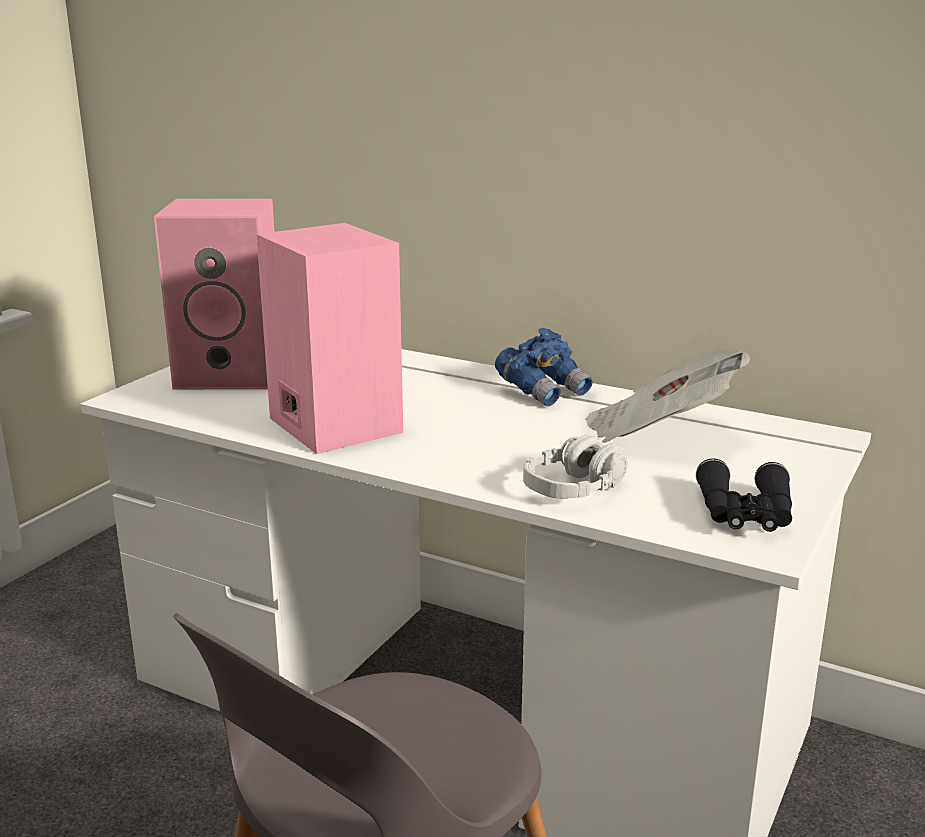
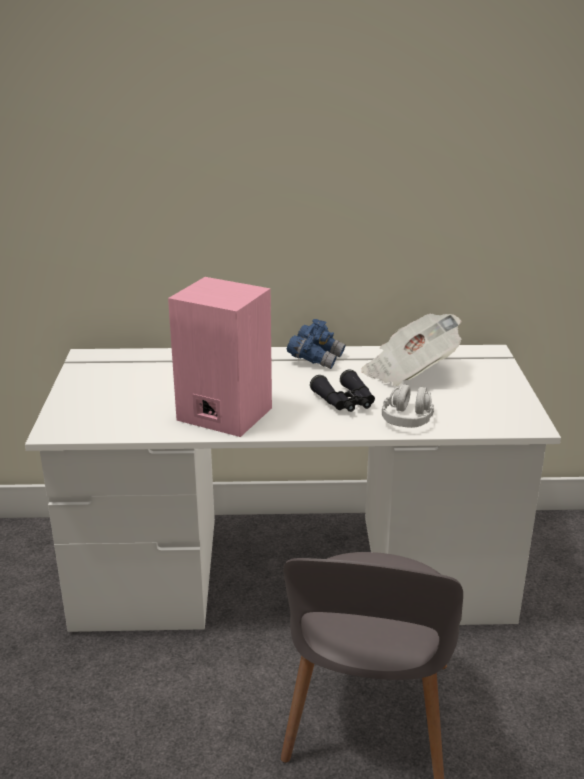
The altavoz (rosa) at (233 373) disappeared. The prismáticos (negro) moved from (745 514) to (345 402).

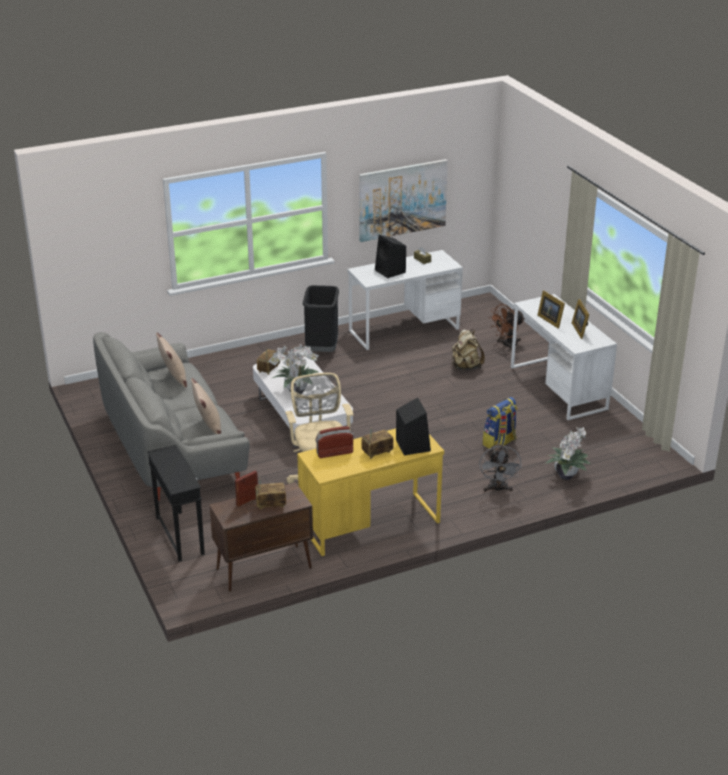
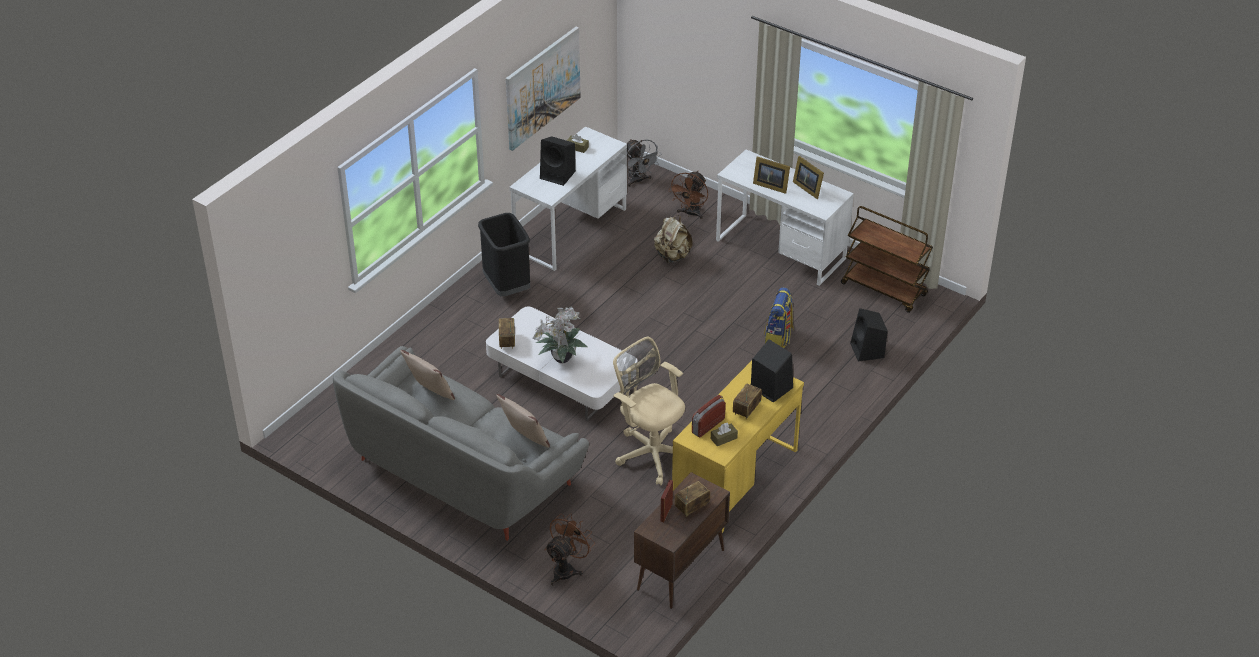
The planta en maceta at (567 476) was replaced by the altavoz (negro) at (867 351). The ventilador (gris) moved from (497 489) to (638 181). The mesa auxiliar (negro) at (180 535) was replaced by the ventilador (marrón) at (567 569). The carrito (marrón) at (884 289) appeared. The caja de pañuelos (marrón) at (723 438) appeared.

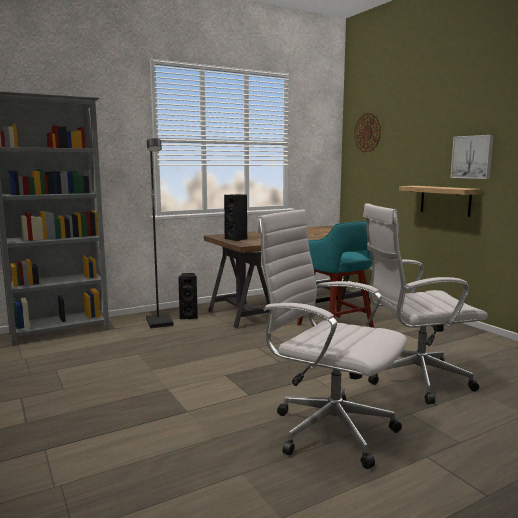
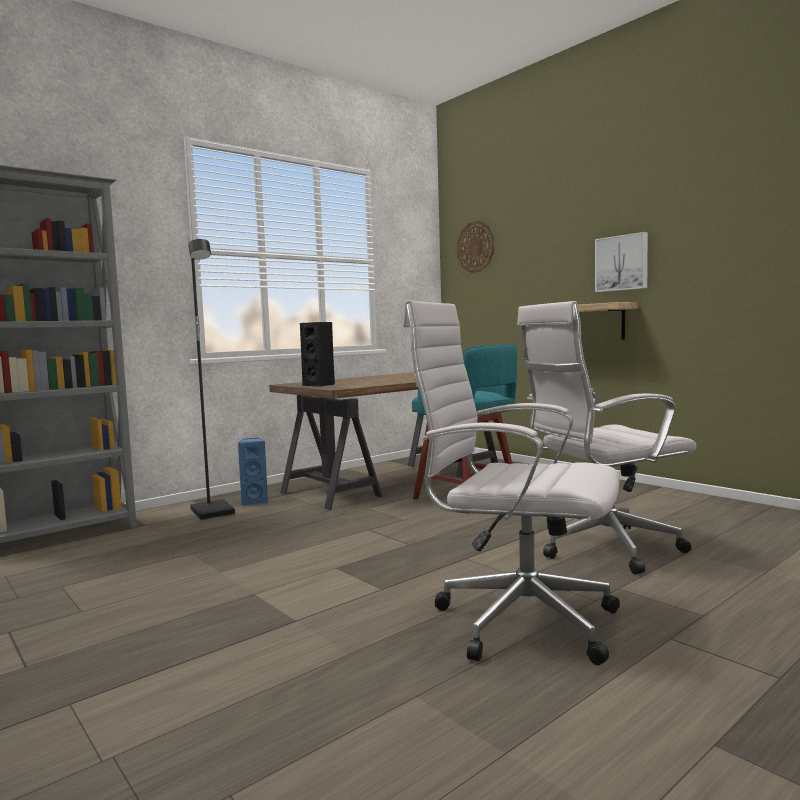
The altavoz (negro) at (189 316) became the altavoz (azul) at (254 501).

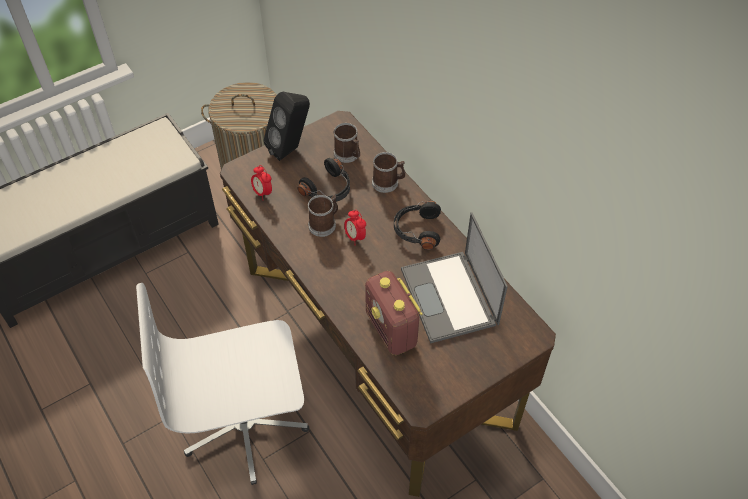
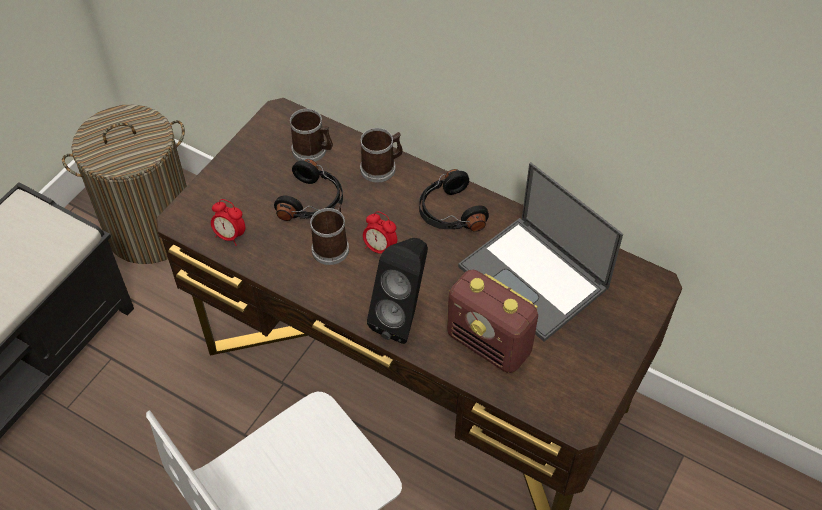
The altavoz (negro) moved from (291 148) to (402 317).

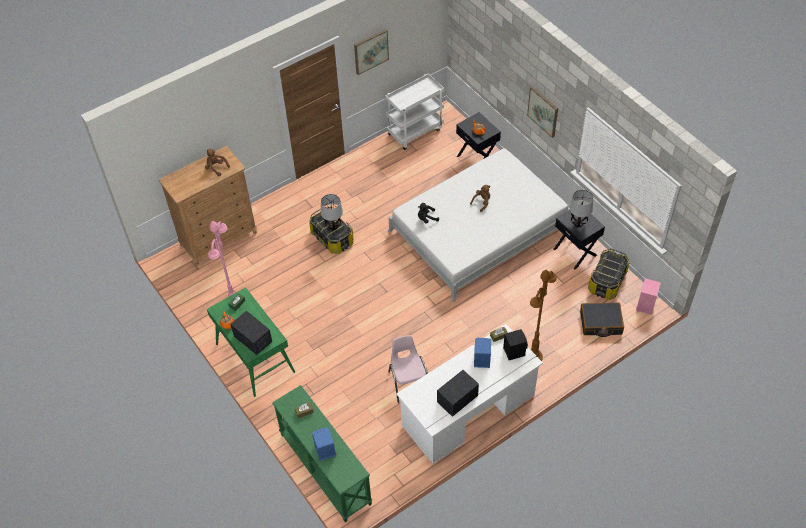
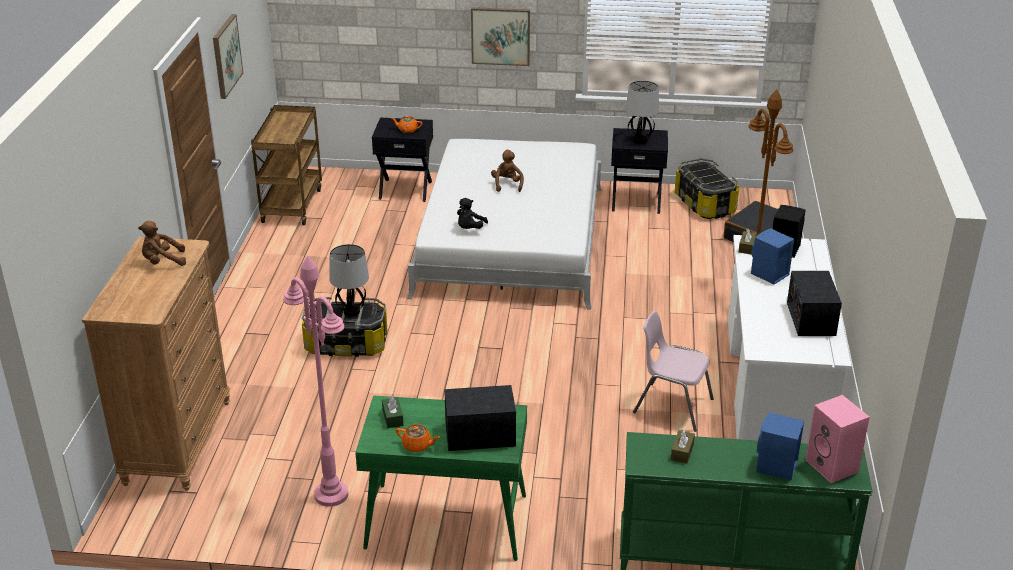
The carrito (blanco) at (415 131) became the carrito (marrón) at (291 205). The altavoz (rosa) moved from (646 306) to (833 466).

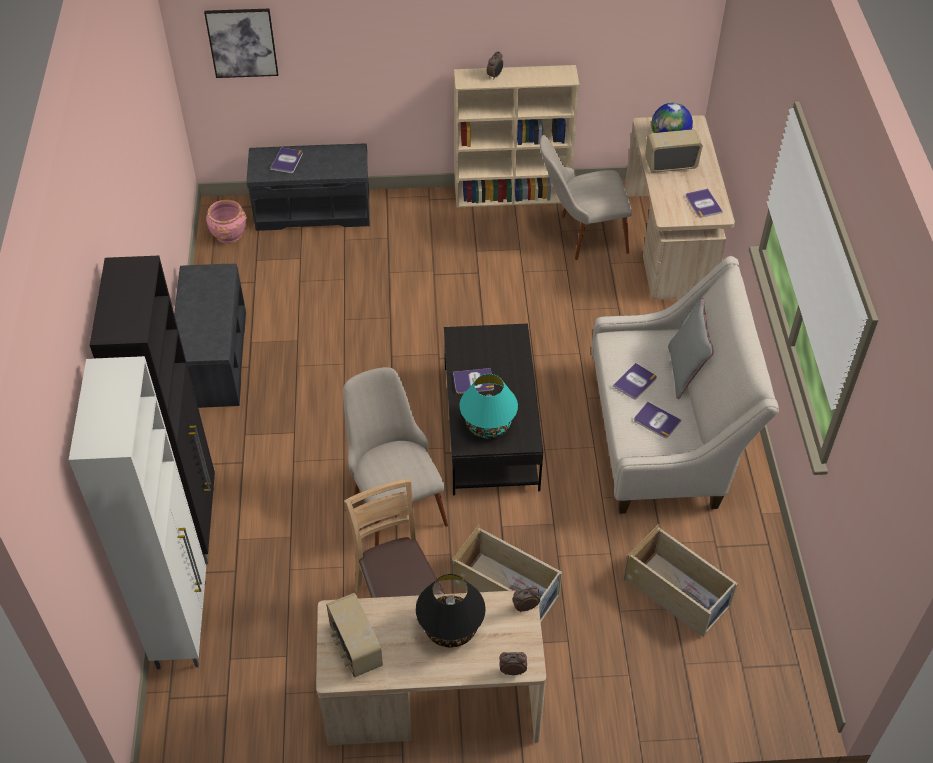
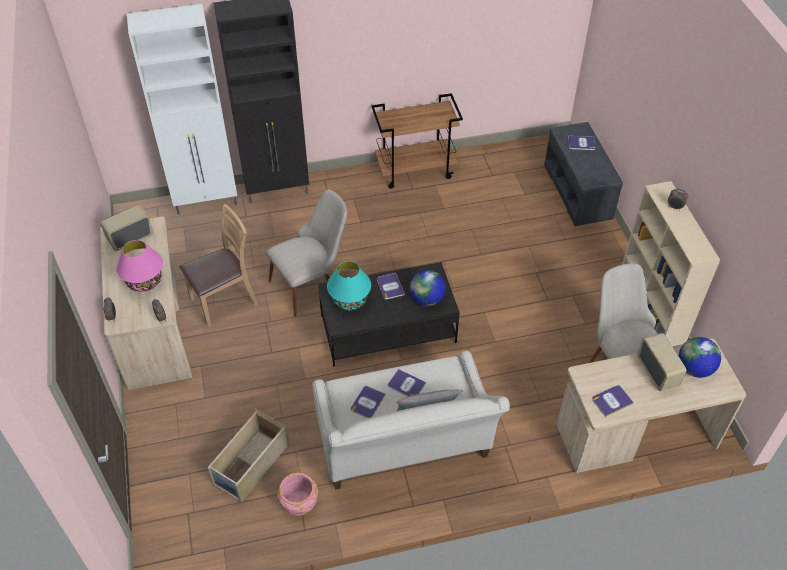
The cuadro at (242 42) disappeared. The maceta (rosa) moved from (229 235) to (299 503). The banco (gris) at (213 358) was replaced by the carrito (marrón) at (415 170). The caja de almacenaje (beis) at (507 590) disappeared. The lámpara de mesa (negro) at (451 628) became the lámpara de mesa (rosa) at (144 281). The globo terráqueo at (427 299) appeared.

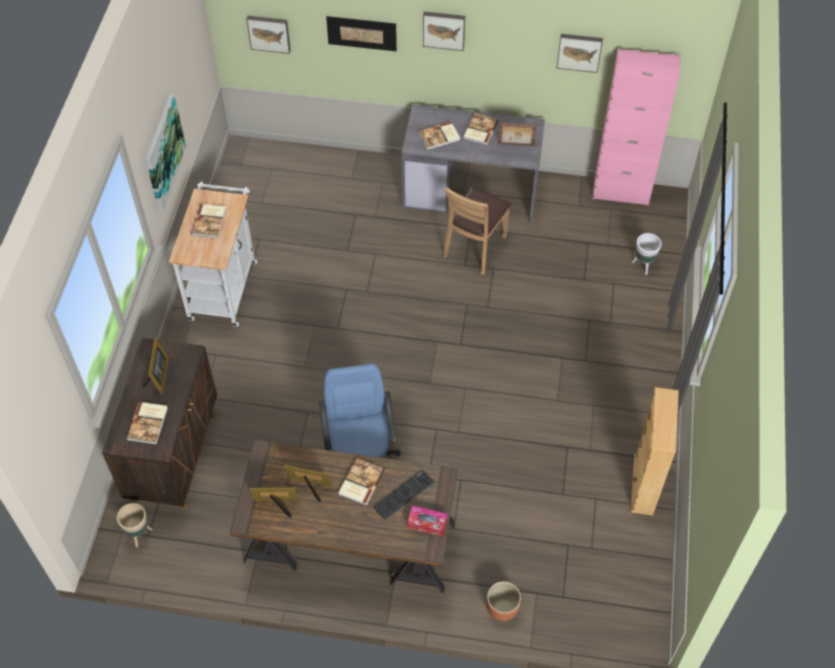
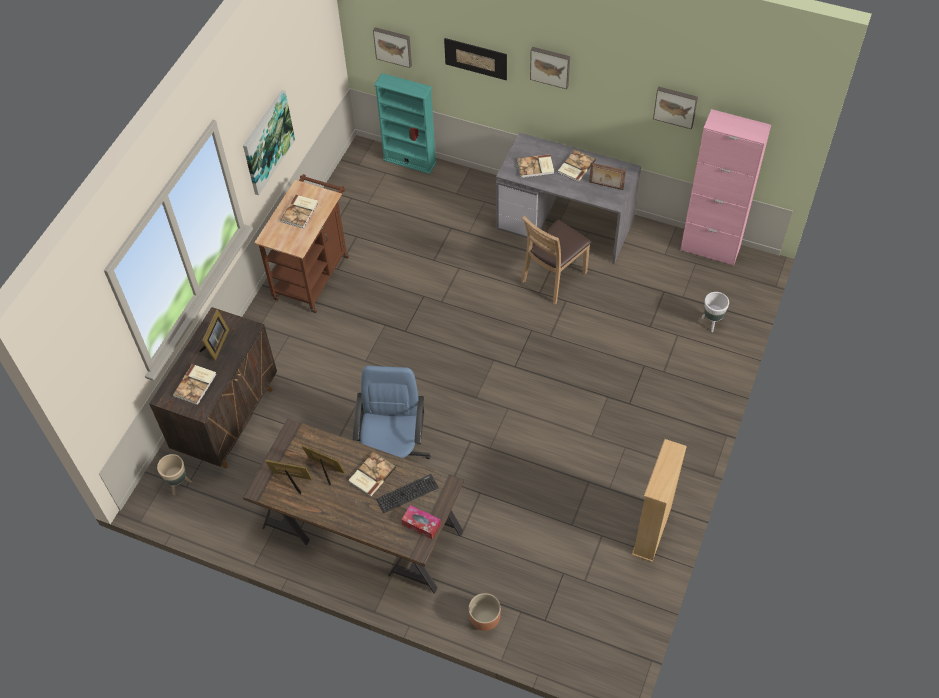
The carrito (blanco) at (224 286) became the carrito (marrón) at (313 273). The estantería (turquesa) at (409 161) appeared.

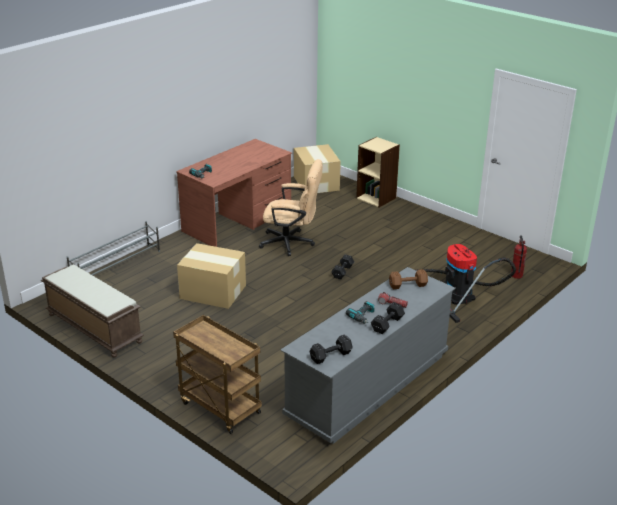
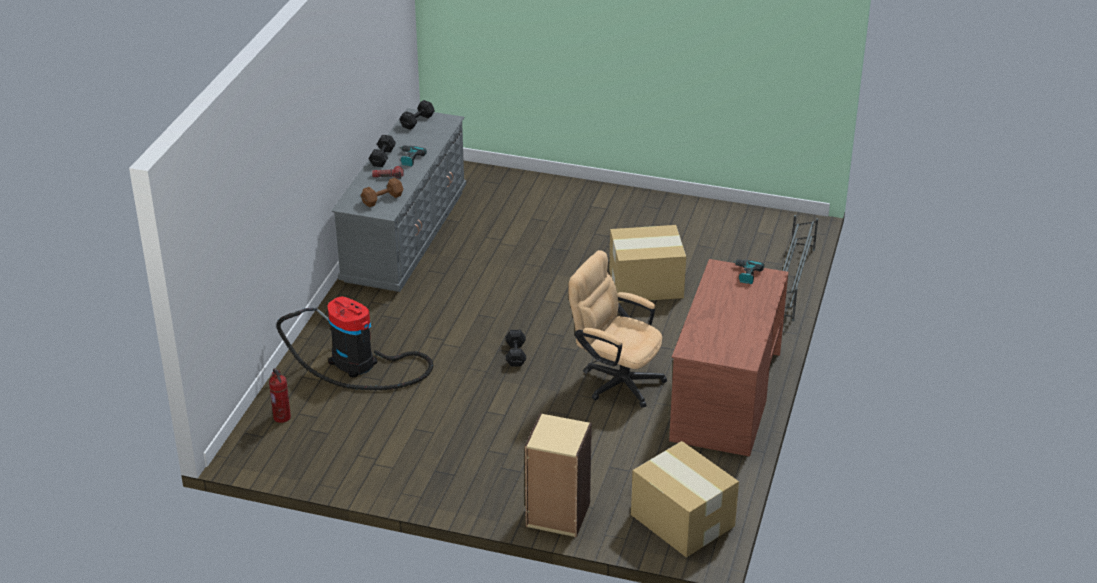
The silla de oficina (beis) at (292 243) turned 45 degrees clockwise. The banco (marrón) at (93 328) disappeared. The carrito (marrón) at (218 407) disappeared.

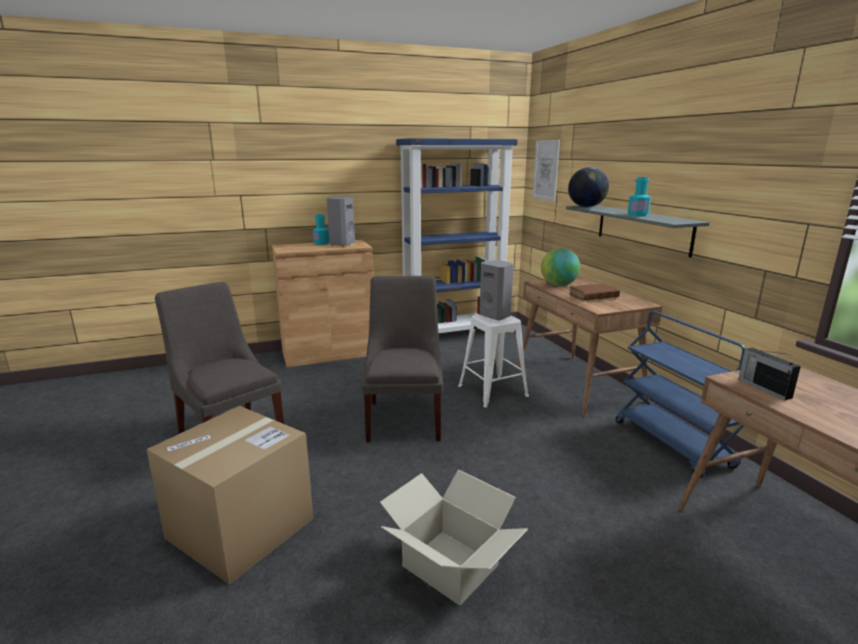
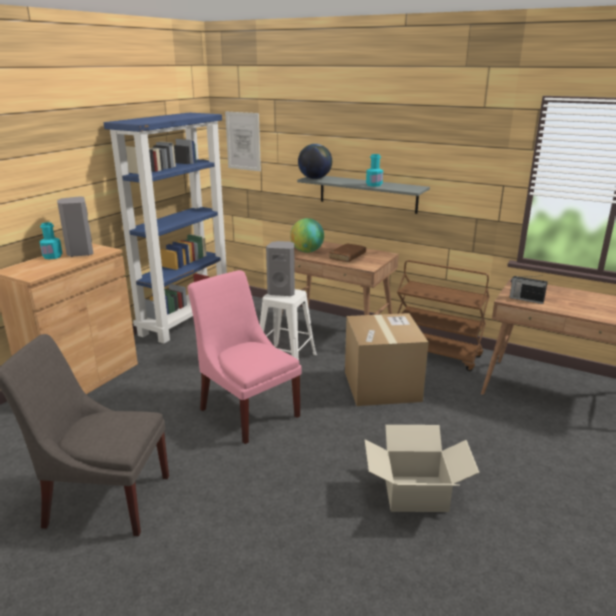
The silla (gris) at (405 417) became the silla (rosa) at (247 410). The carrito (azul) at (673 444) became the carrito (marrón) at (436 354). The caja de cartón moved from (240 528) to (382 386).

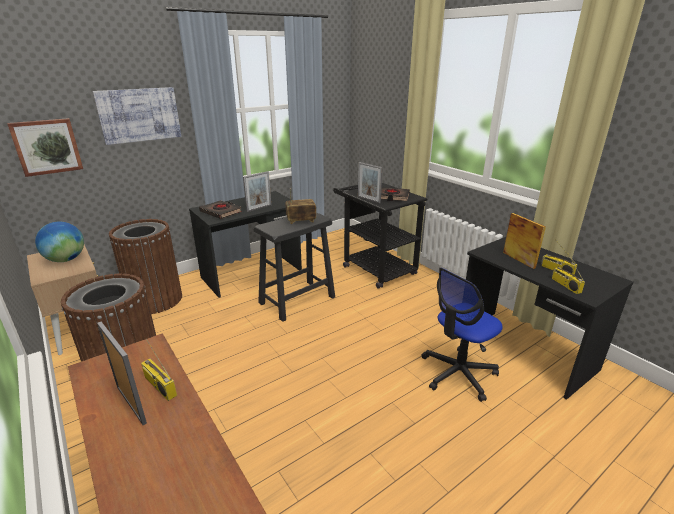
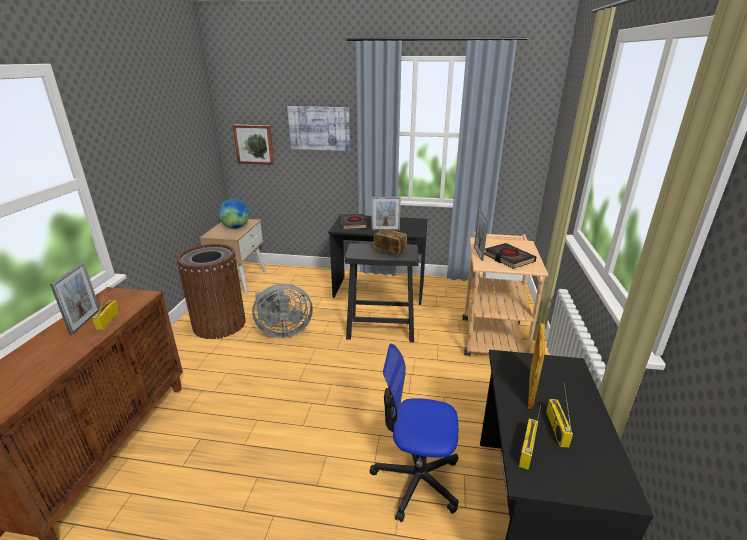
The carrito (negro) at (374 267) became the carrito (beis) at (492 334). The papelera (marrón) at (155 300) disappeared. The ventilador (gris) at (283 331) appeared.

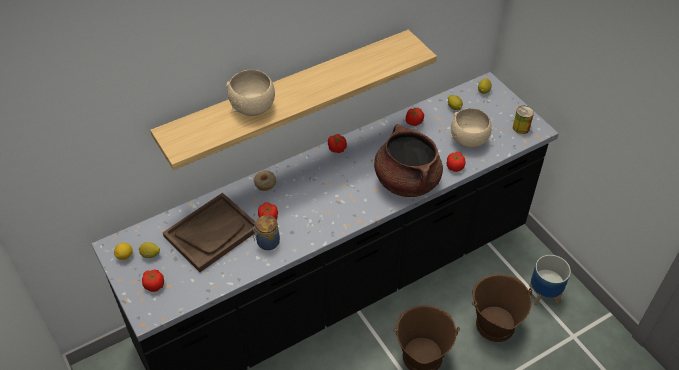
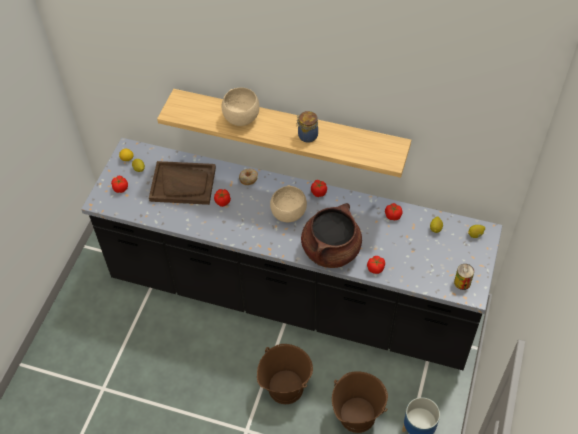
The cuenco (beis) moved from (469 140) to (288 214). The tarro moved from (267 242) to (307 135).

